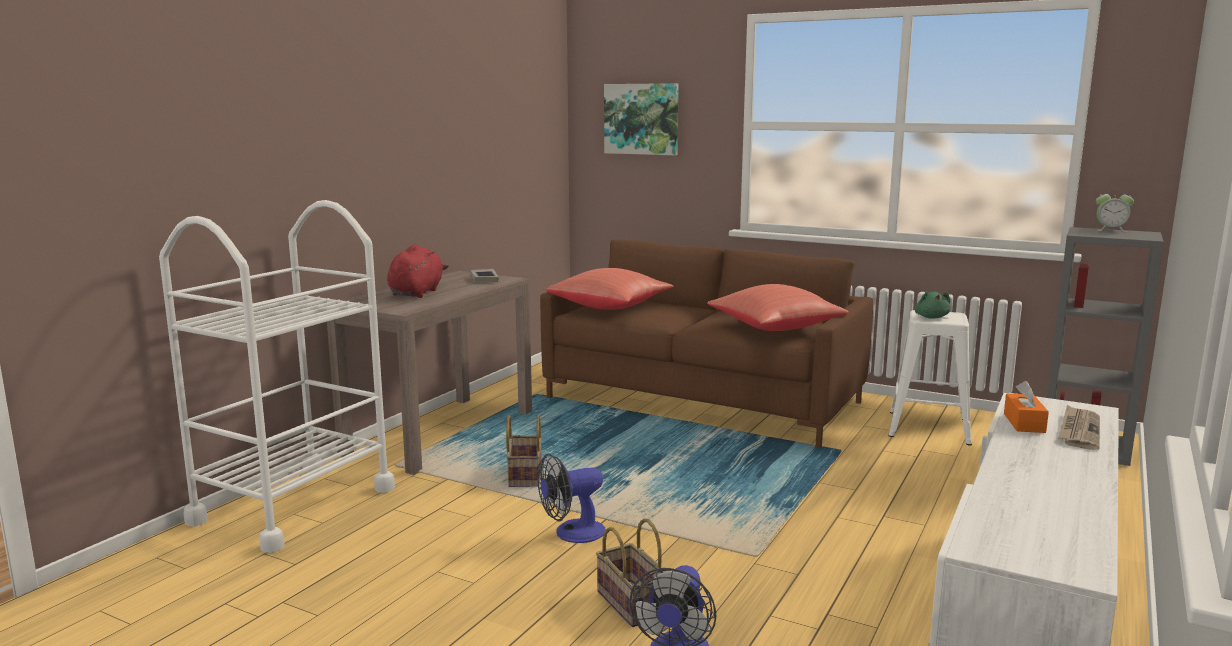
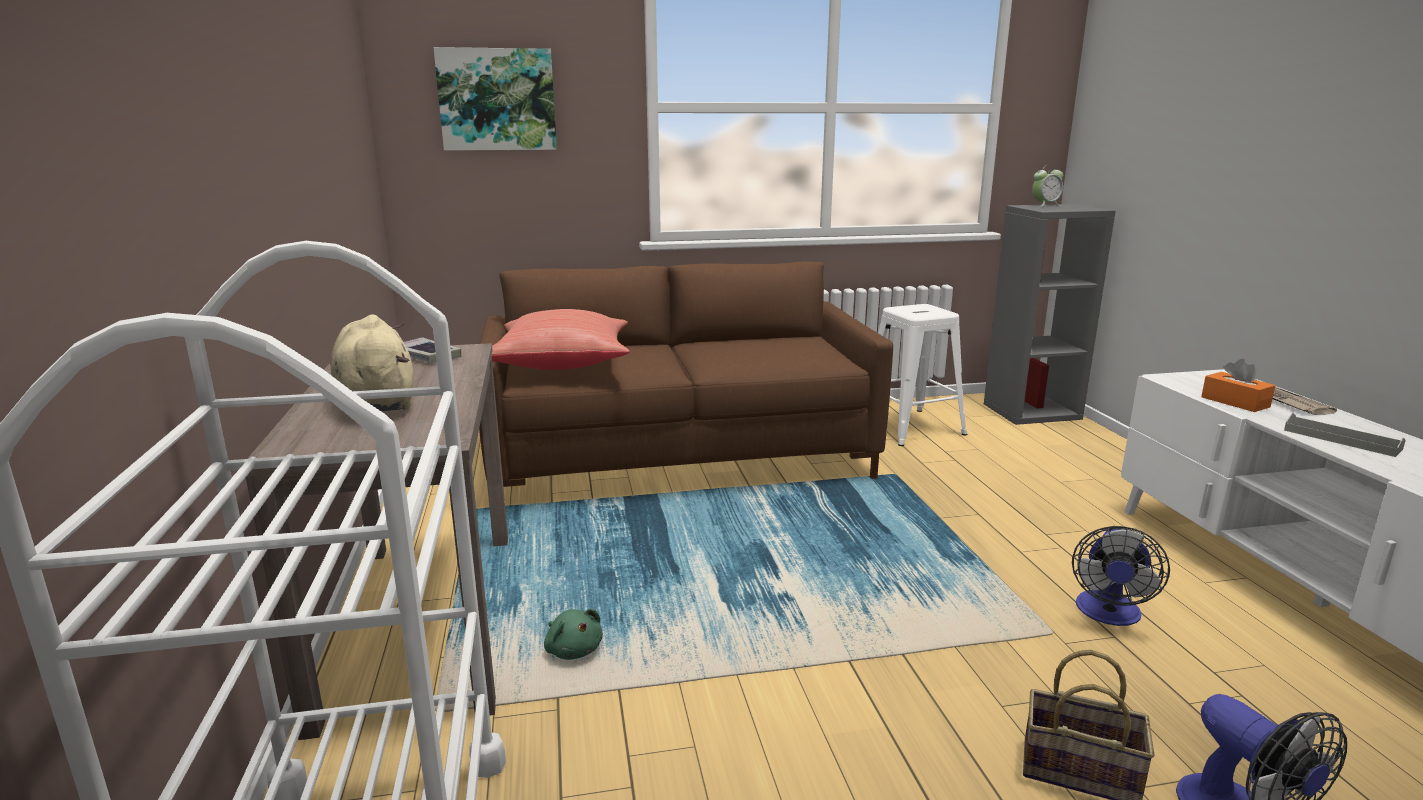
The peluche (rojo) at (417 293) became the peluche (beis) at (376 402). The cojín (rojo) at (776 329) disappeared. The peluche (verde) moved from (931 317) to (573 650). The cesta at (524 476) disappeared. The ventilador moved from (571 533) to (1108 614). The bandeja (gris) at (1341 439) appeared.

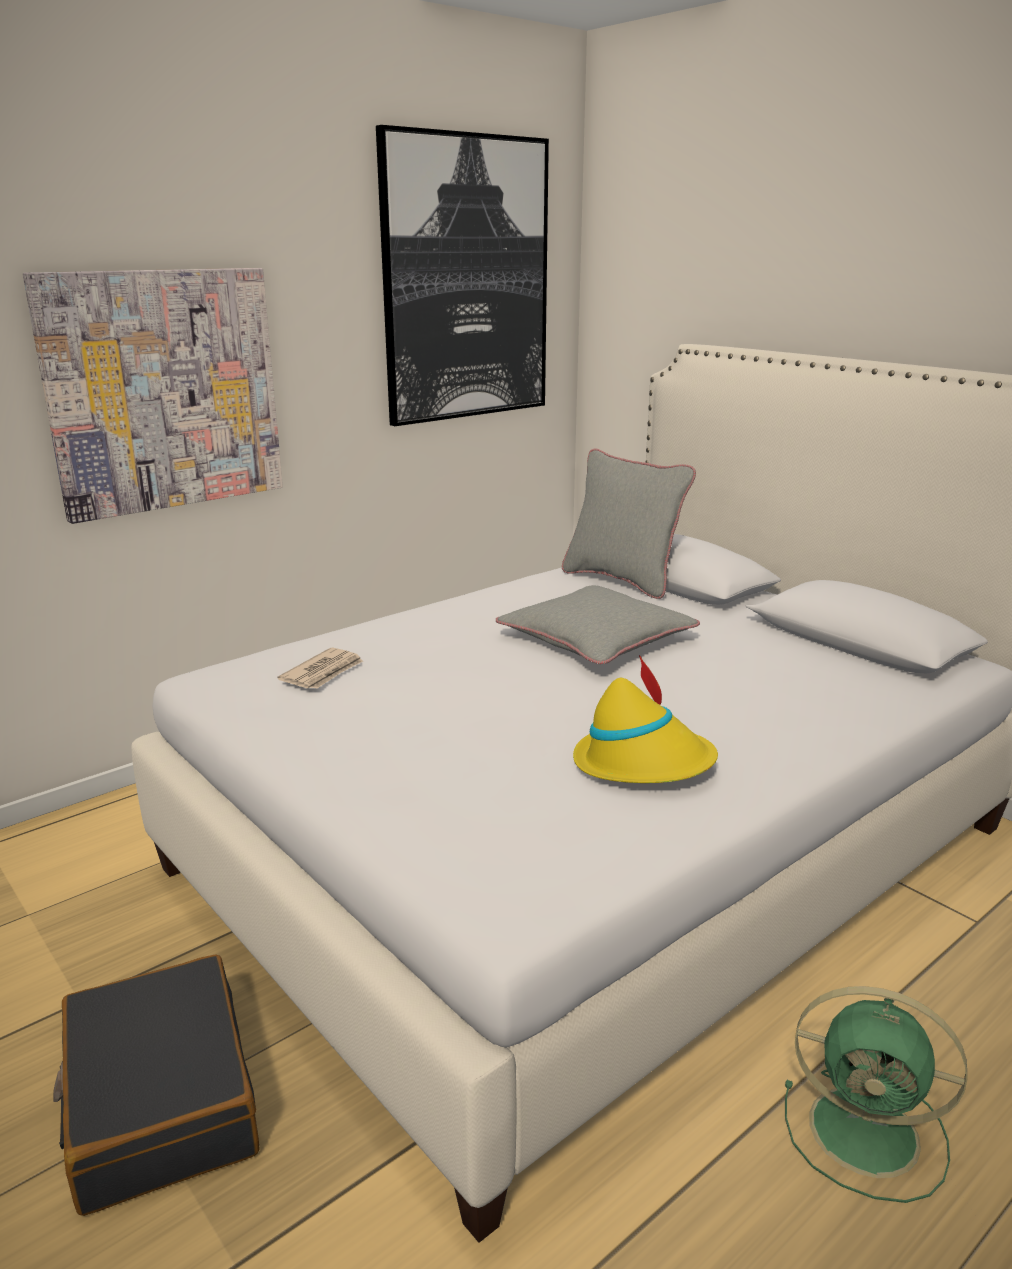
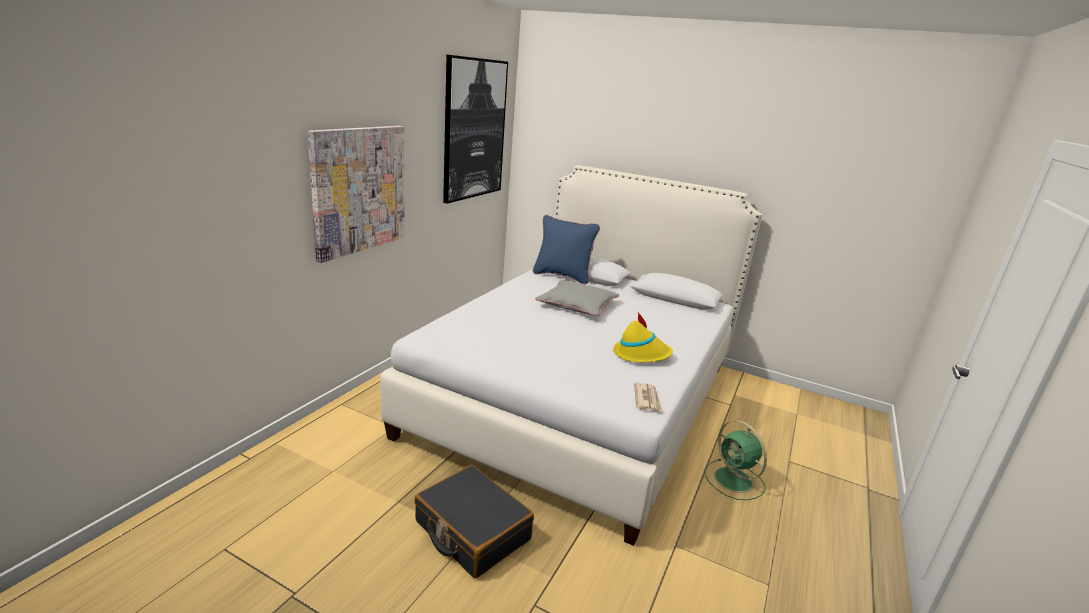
The cojín (gris) at (622 580) became the cojín (azul) at (562 276). The periódico moved from (323 672) to (647 399). The ventilador (verde) at (869 1133) turned 60 degrees clockwise.

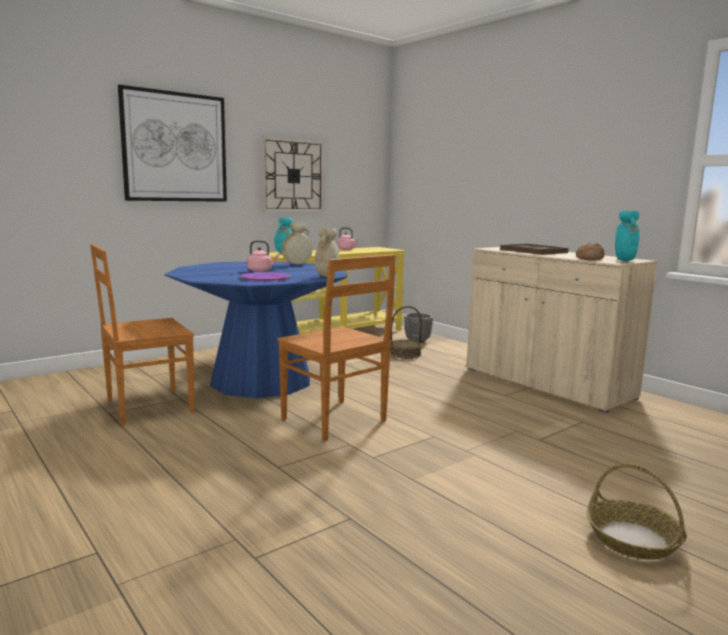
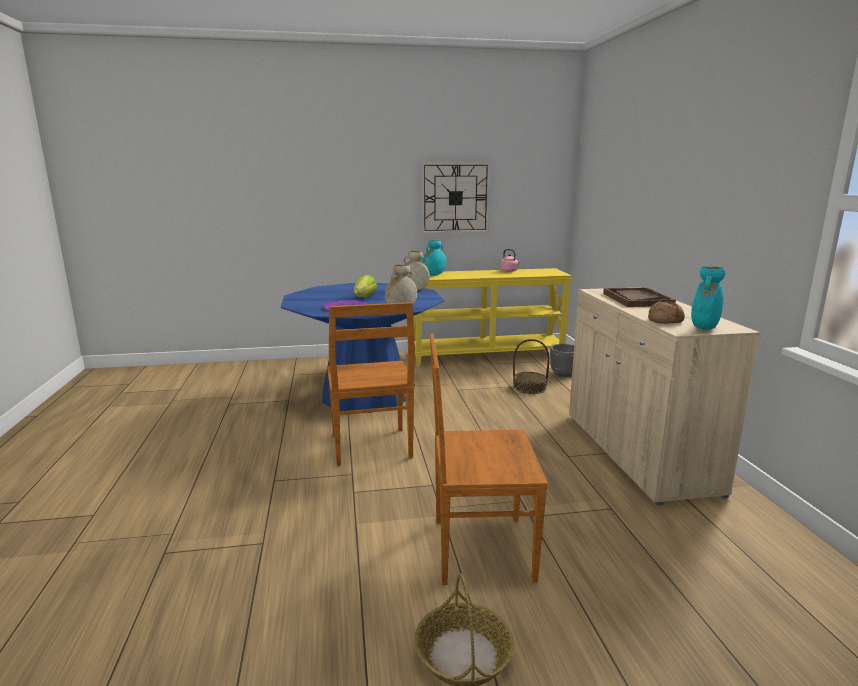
The cuadro at (175 147) disappeared. The hervidor (rosa) at (261 270) was replaced by the lechuga at (364 297). The silla (marrón) moved from (146 407) to (478 549).

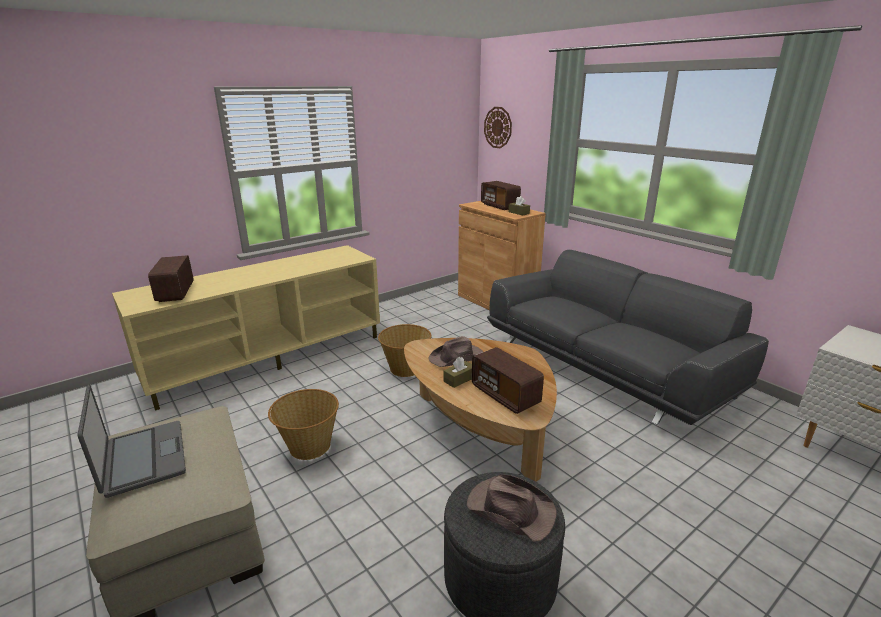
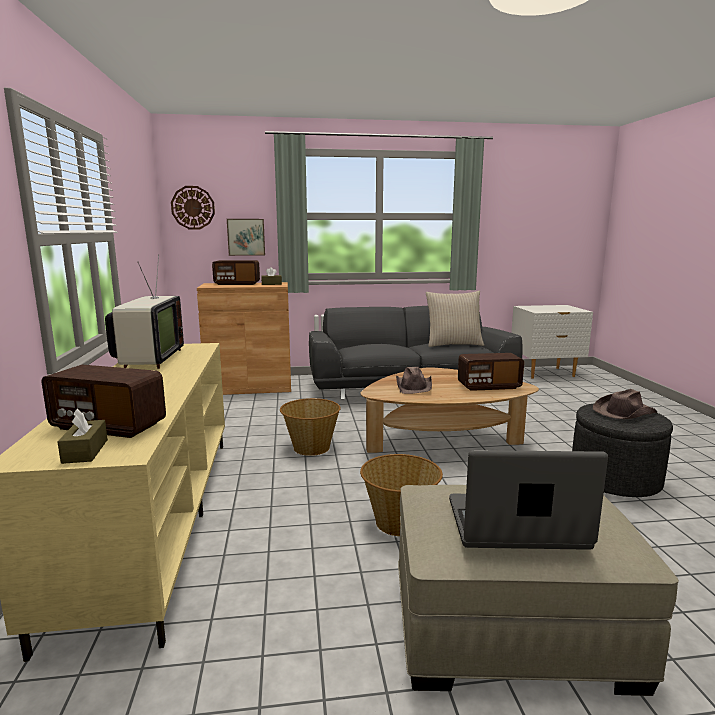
The caja de pañuelos (marrón) moved from (459 379) to (85 451). The cuadro at (246 237) appeared. The televisor at (149 359) appeared. The cojín (beis) at (453 344) appeared.

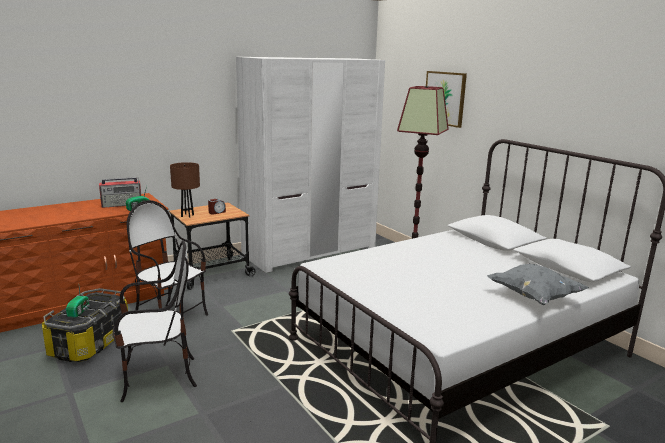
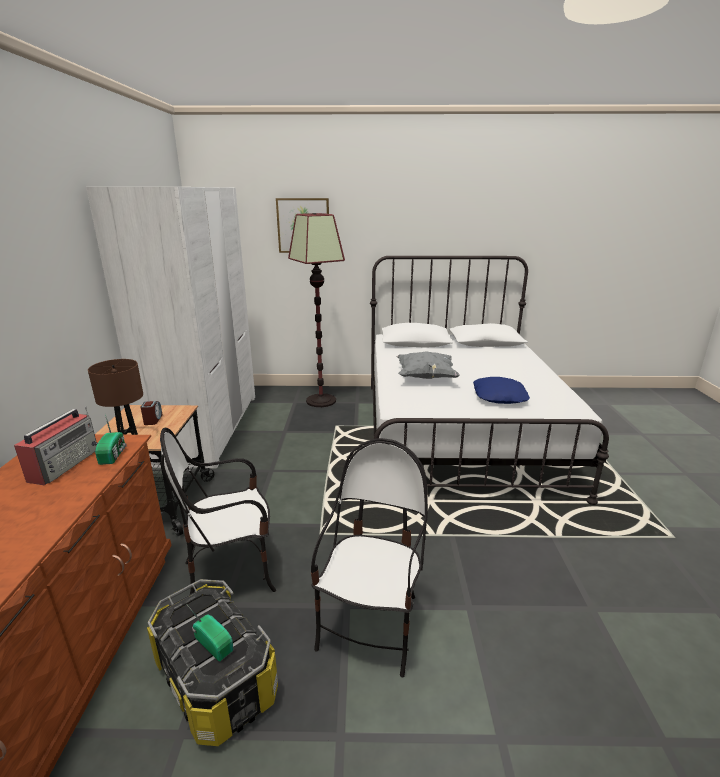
The cojín (gris) moved from (533 297) to (425 377). The cojín (azul) at (499 396) appeared.

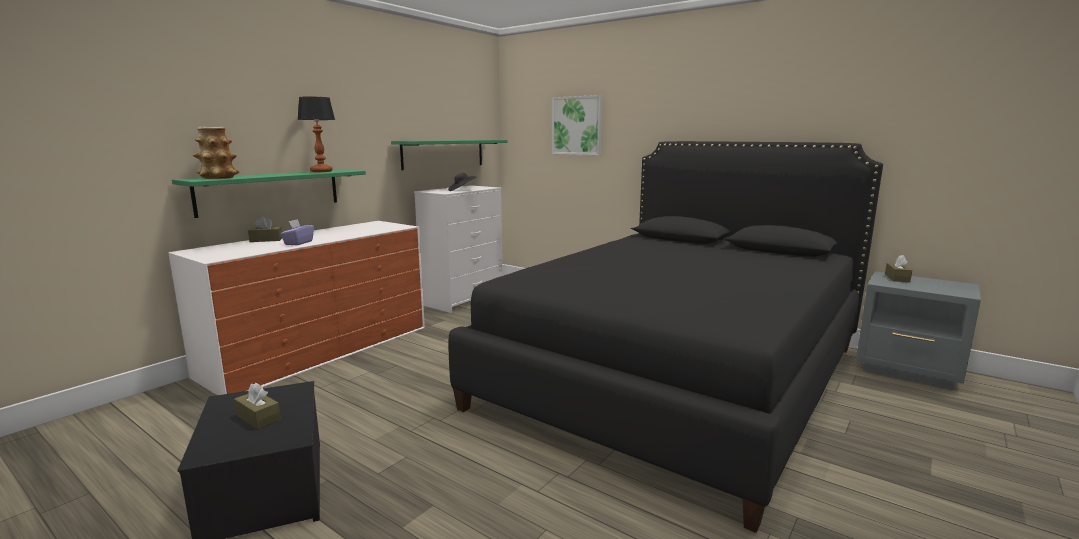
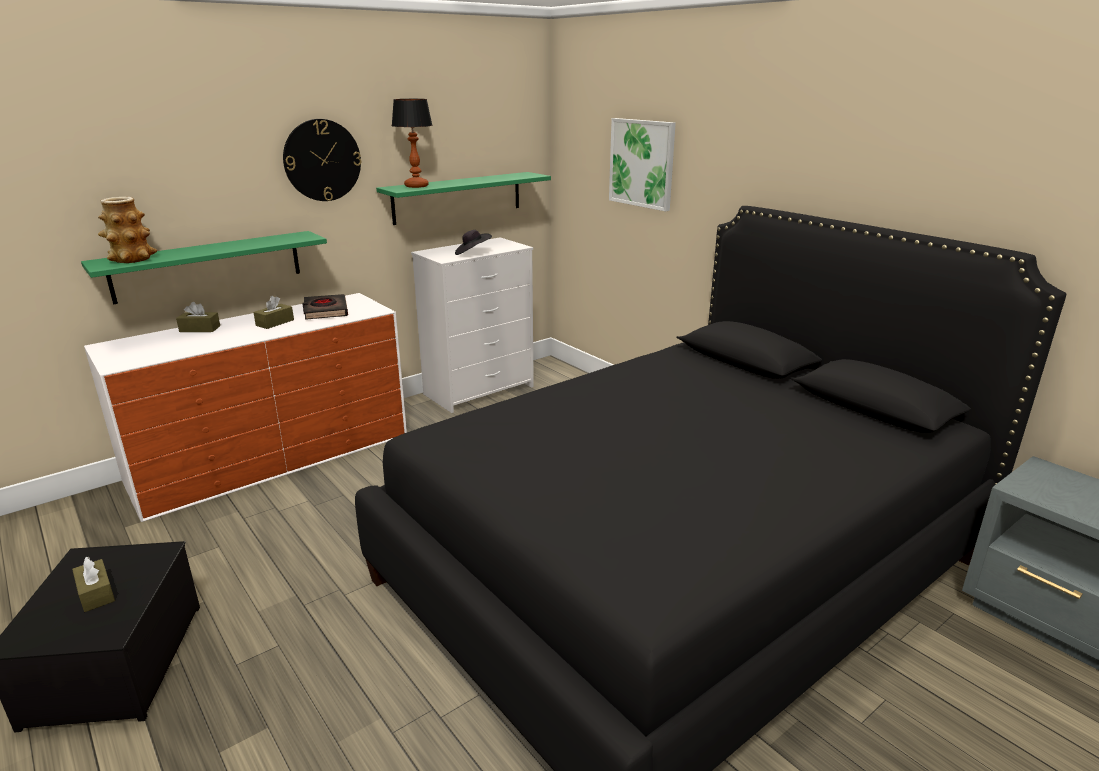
The lámpara de mesa moved from (322 171) to (417 186). The caja de pañuelos (morado) at (298 243) disappeared. The caja de pañuelos (marrón) moved from (897 278) to (275 322). The reloj de pared at (322 160) appeared. The libro (negro) at (325 311) appeared.

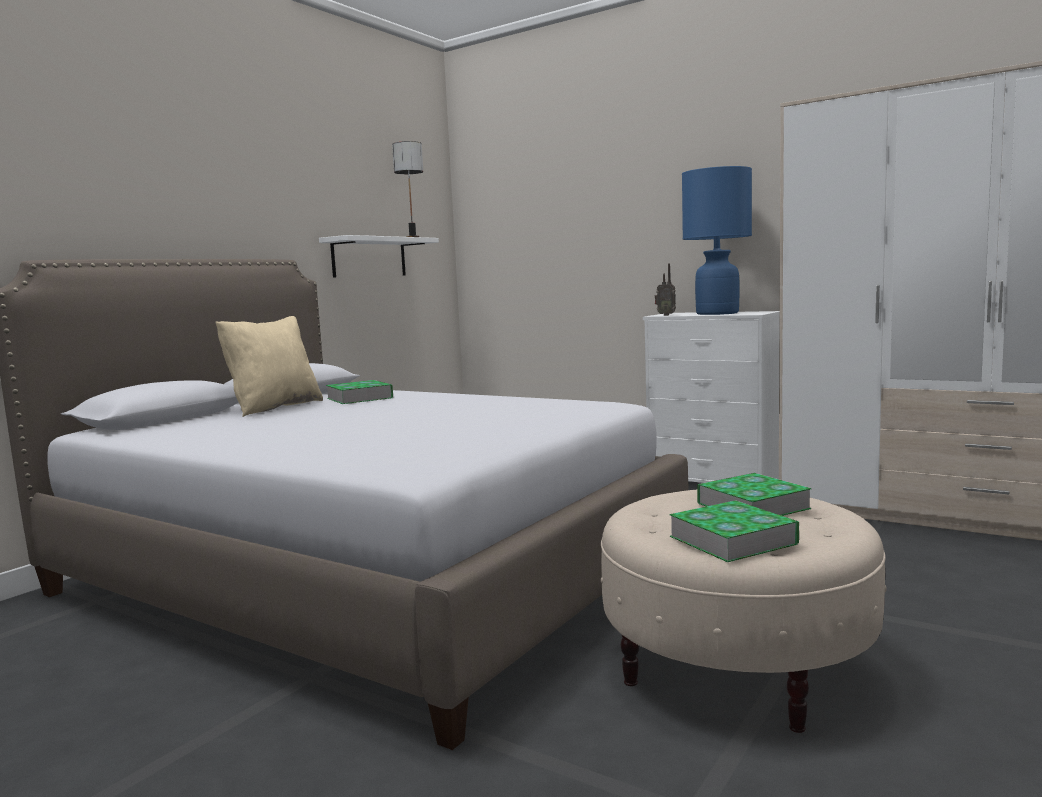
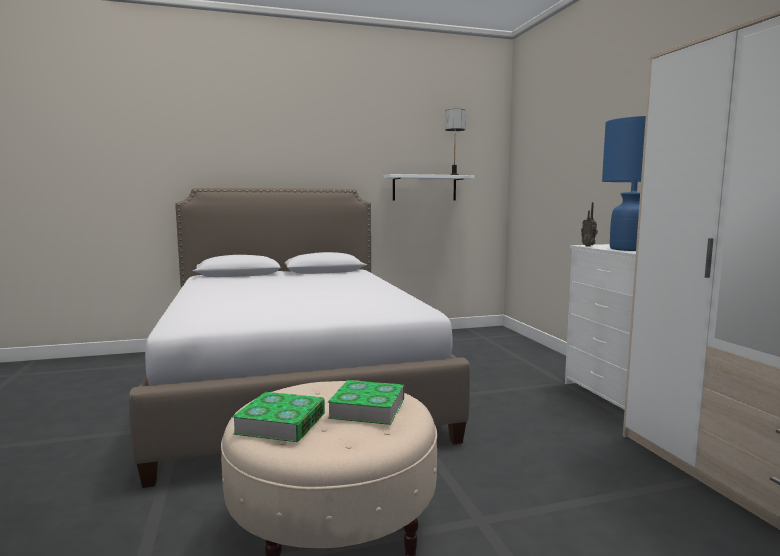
The cojín (beis) at (274 407) disappeared. The libro at (360 398) disappeared.

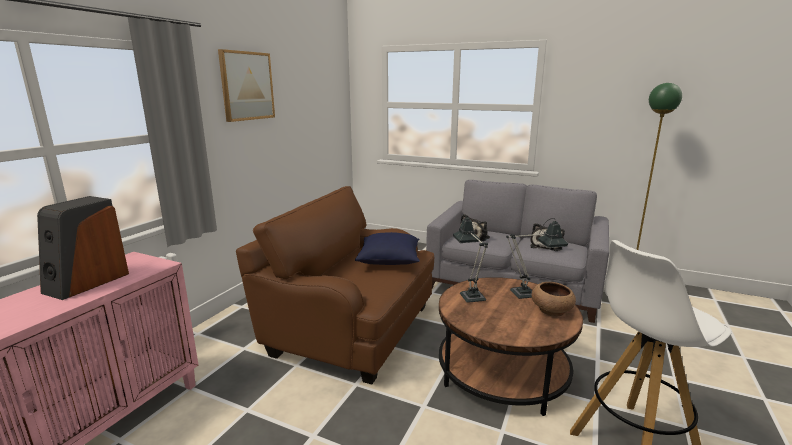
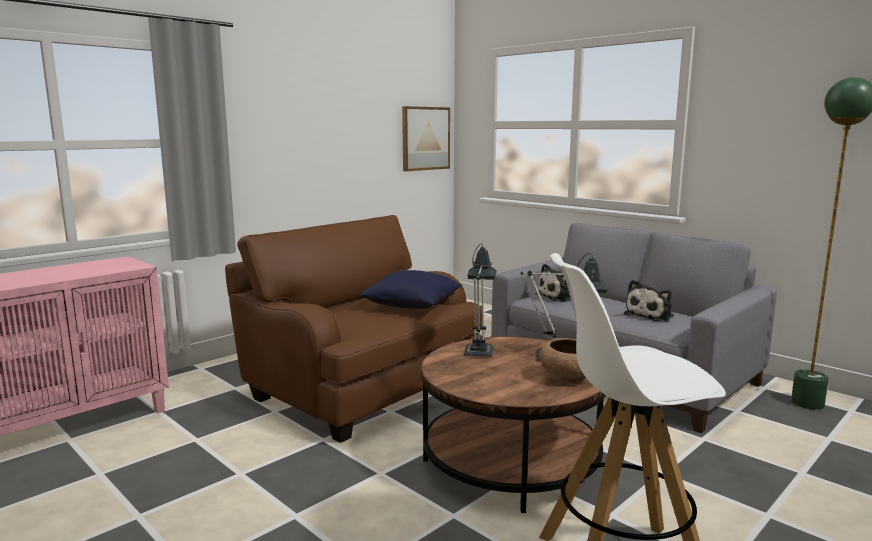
The cuadro moved from (247 86) to (425 138). The altavoz at (87 282) disappeared.

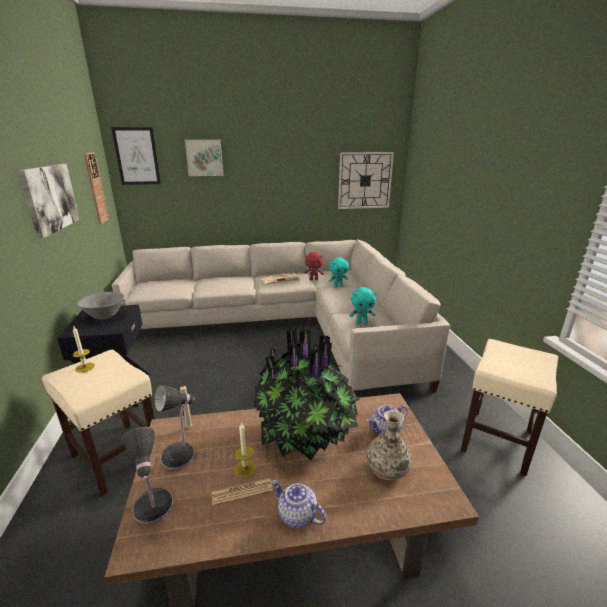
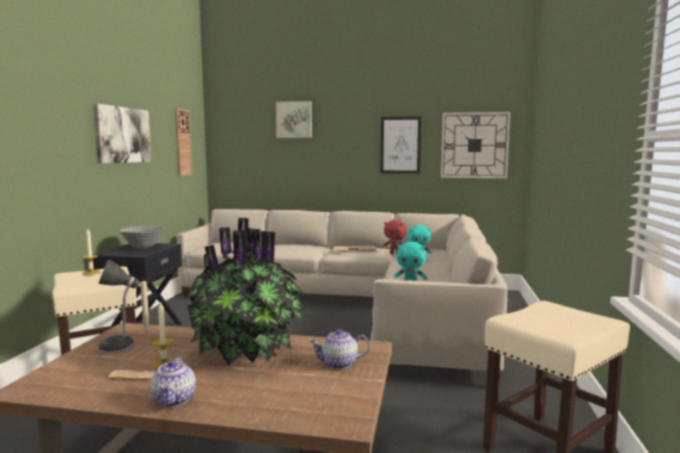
The cuadro moved from (137 156) to (400 145). The florero at (387 468) disappeared. The lámpara de mesa at (153 508) disappeared. The tetera at (297 515) turned 150 degrees counterclockwise.

